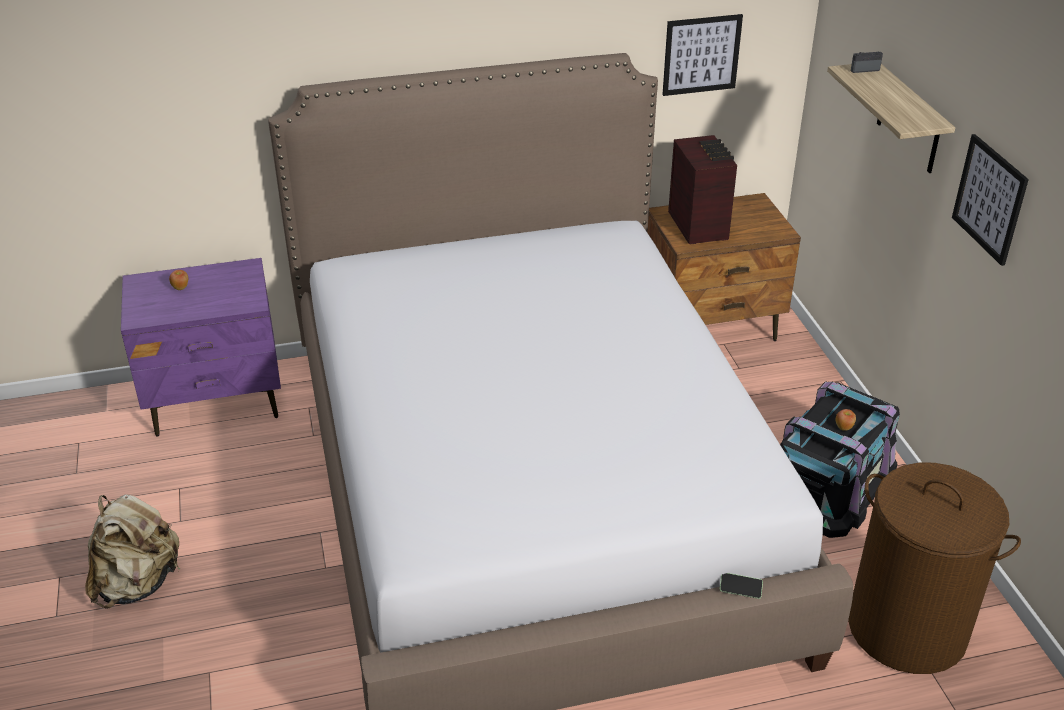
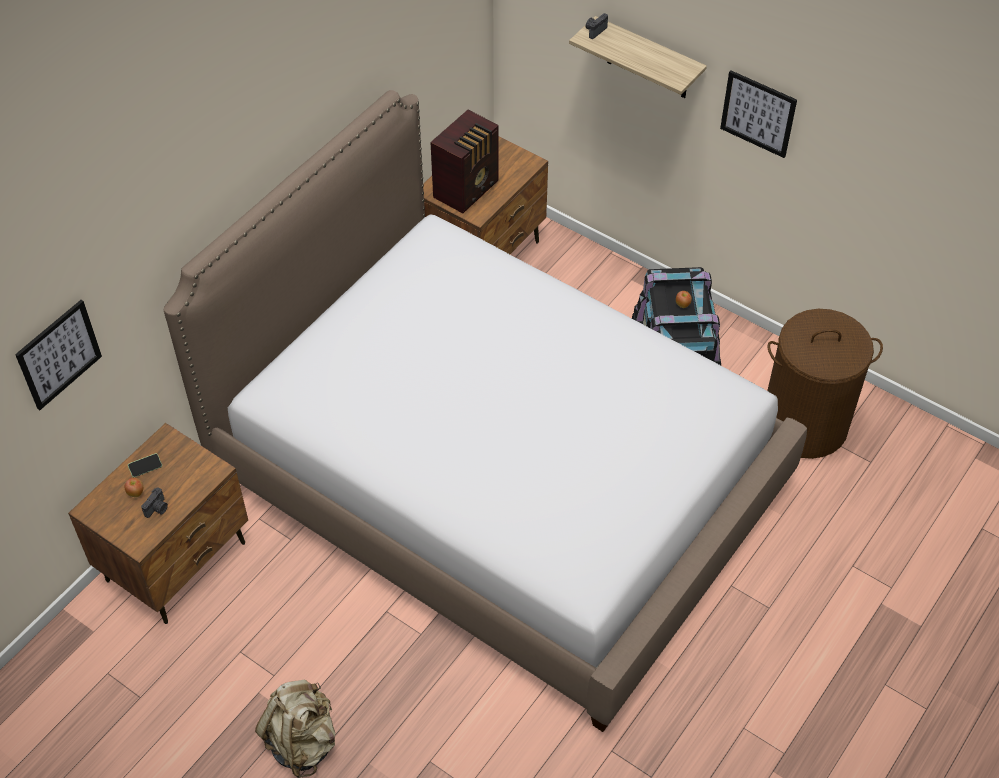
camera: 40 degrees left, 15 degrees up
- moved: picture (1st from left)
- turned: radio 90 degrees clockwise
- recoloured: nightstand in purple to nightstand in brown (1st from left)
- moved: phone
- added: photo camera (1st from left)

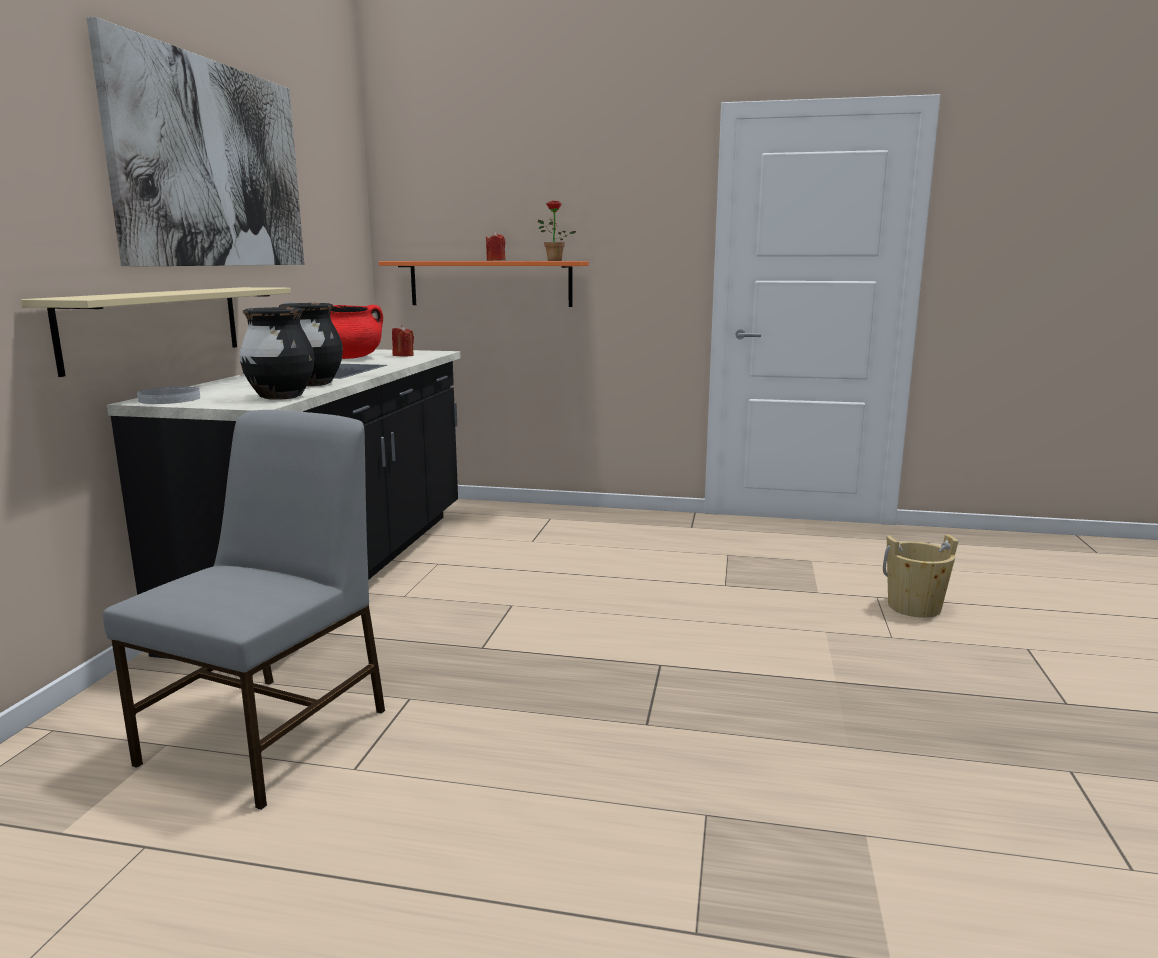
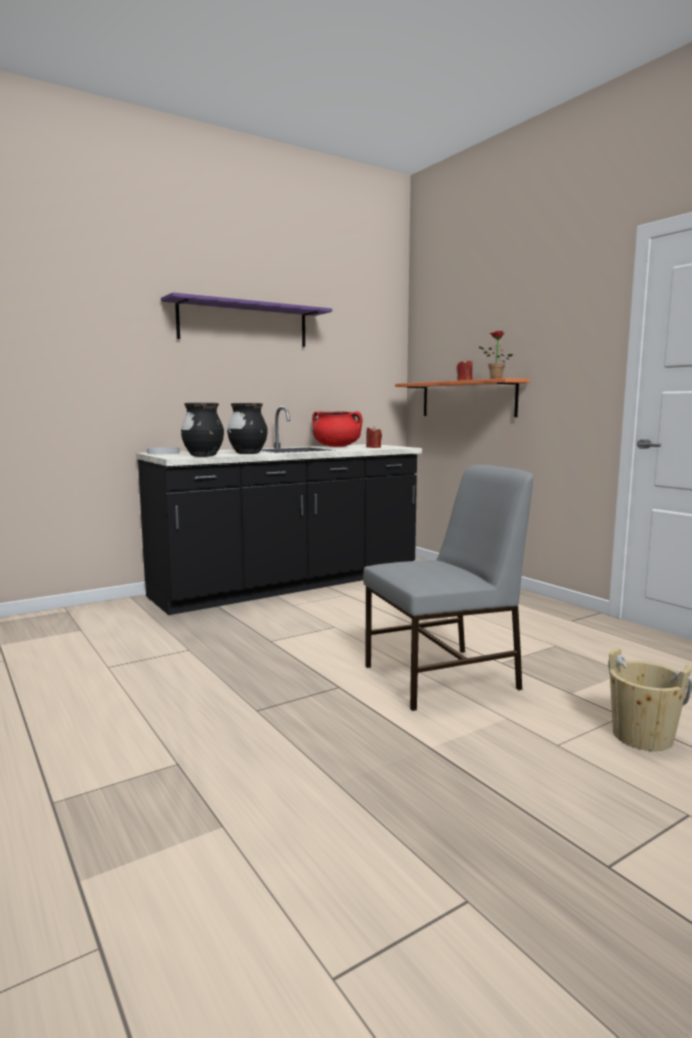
camera: 45 degrees right, 5 degrees down
- replaced: picture to shelf in purple
- removed: shelf in beige
- moved: chair in grey

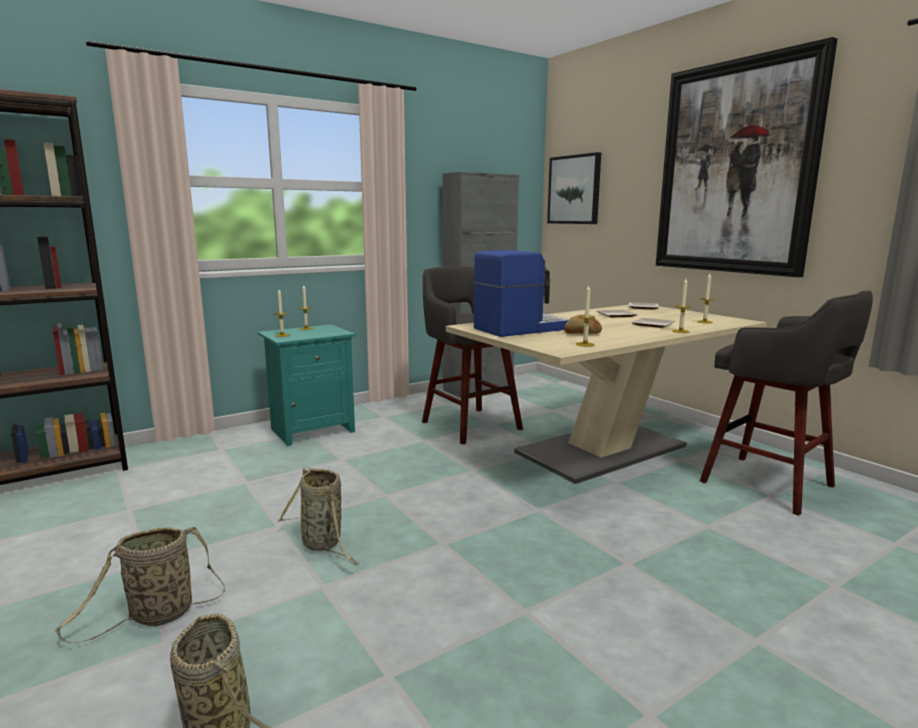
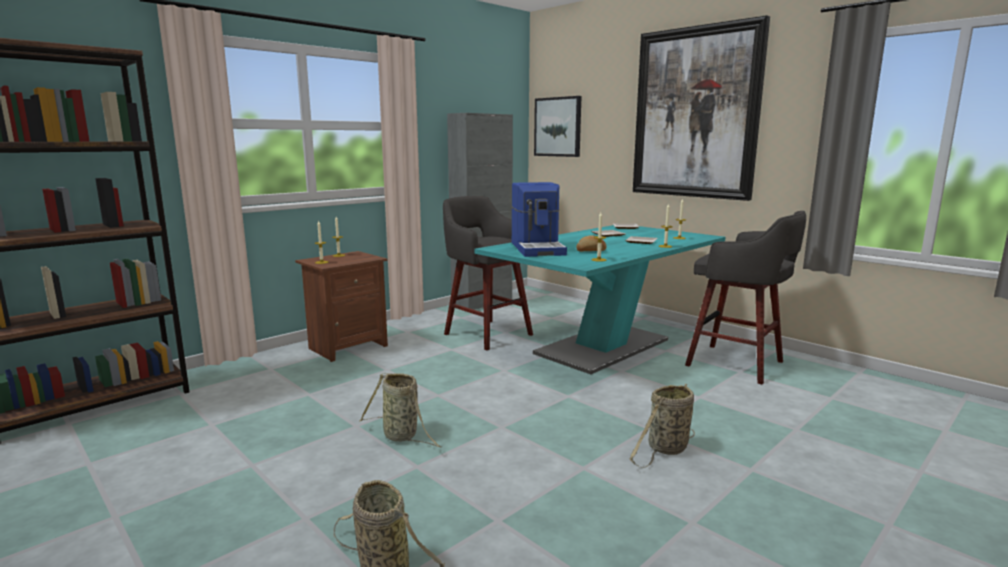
camera: 10 degrees left, 0 degrees up
- turned: coffee machine 120 degrees clockwise
- recoloured: dining table in beige to dining table in turquoise
- recoloured: nightstand in turquoise to nightstand in brown
- moved: basket (1st from left in the first image) to basket (3rd from left)

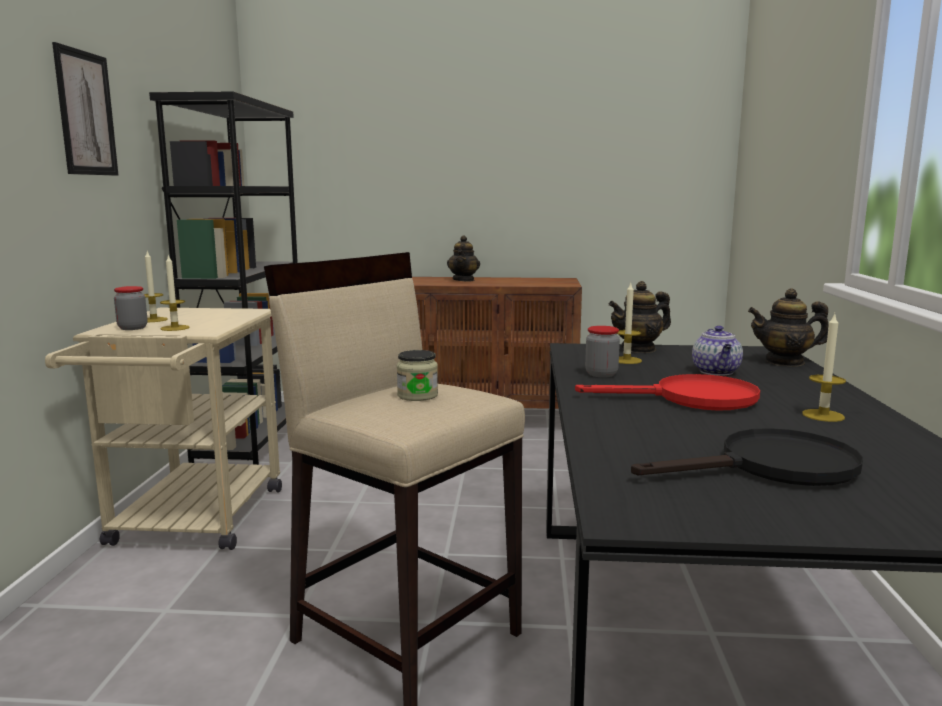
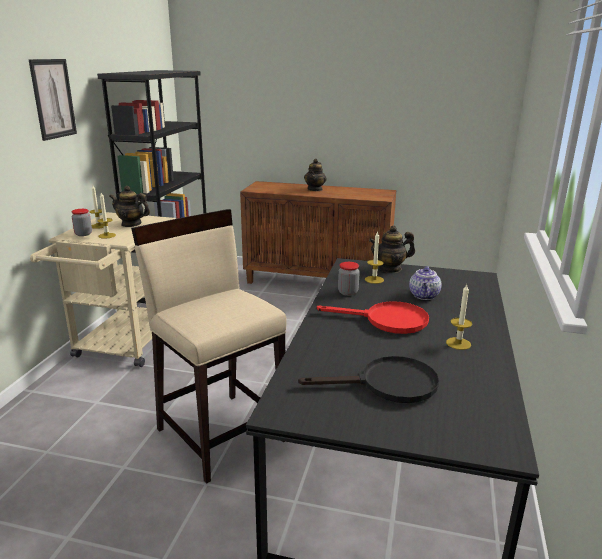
camera: 10 degrees right, 10 degrees up
- moved: teapot (4th from left in the first image) to teapot (1st from left)
- removed: jar (2nd from left)

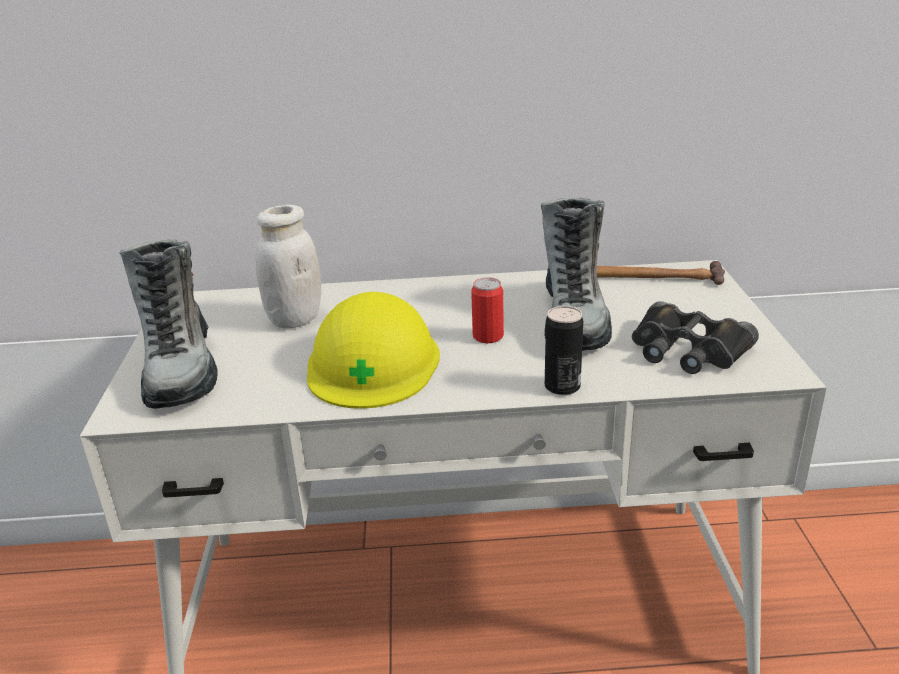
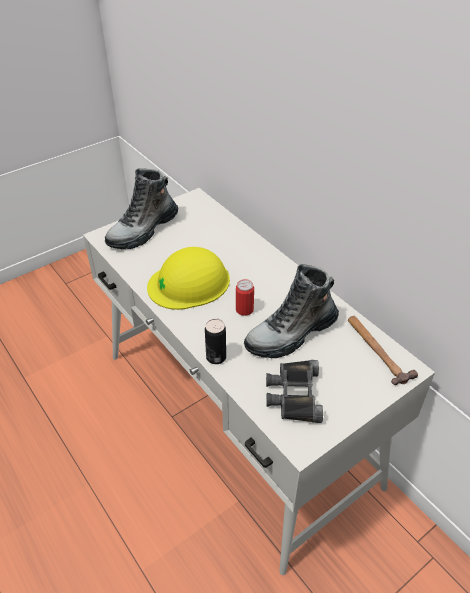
camera: 55 degrees right, 15 degrees up
- removed: jar in white

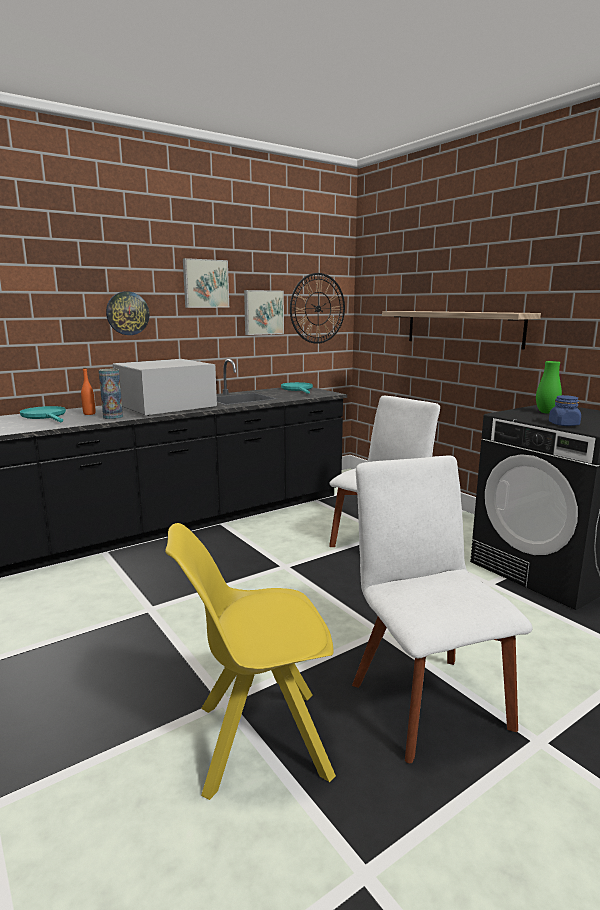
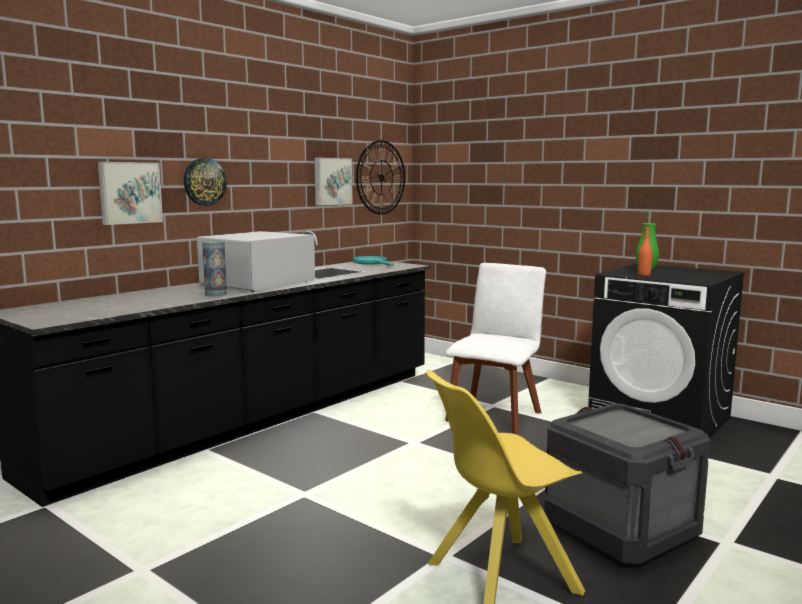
camera: 15 degrees left, 5 degrees down
- moved: picture (1st from left)
- removed: shelf
- moved: bottle in orange
- removed: jar in blue
- removed: frying pan in turquoise (1st from left)
- replaced: chair in white (2nd from left) to crate

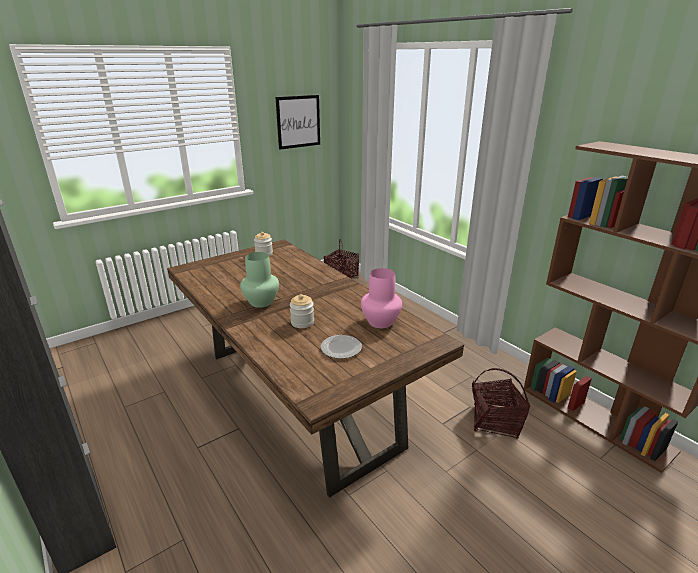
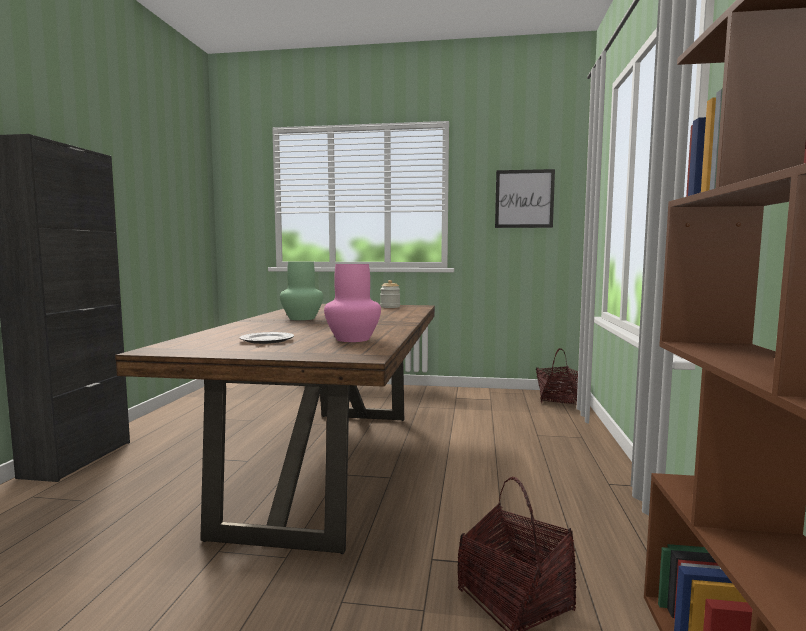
camera: 45 degrees right, 20 degrees down
- removed: jar (2nd from left)

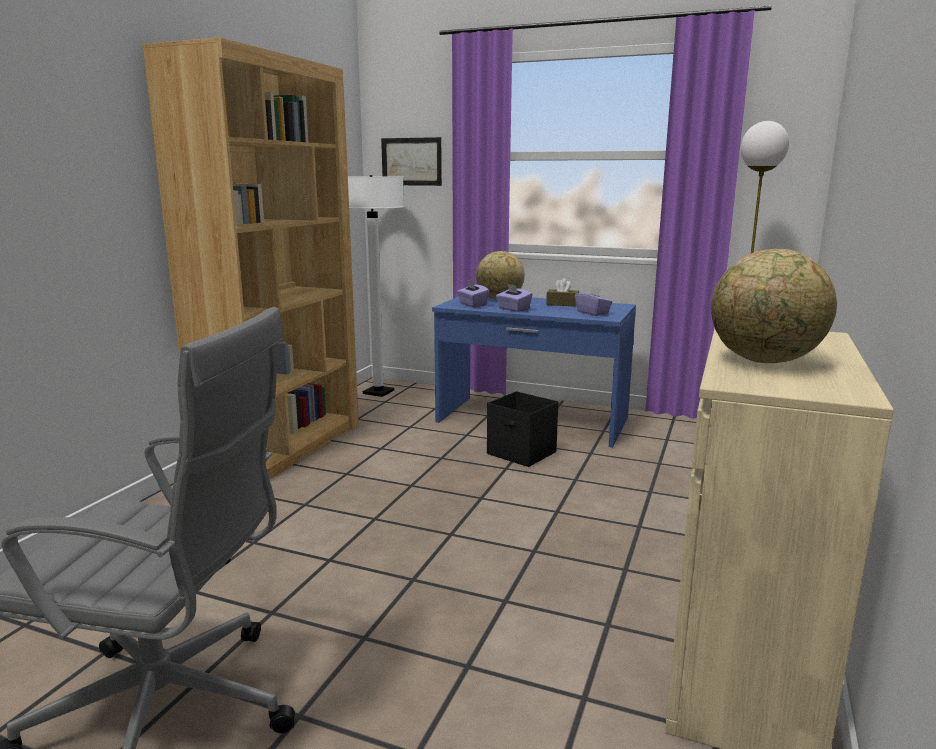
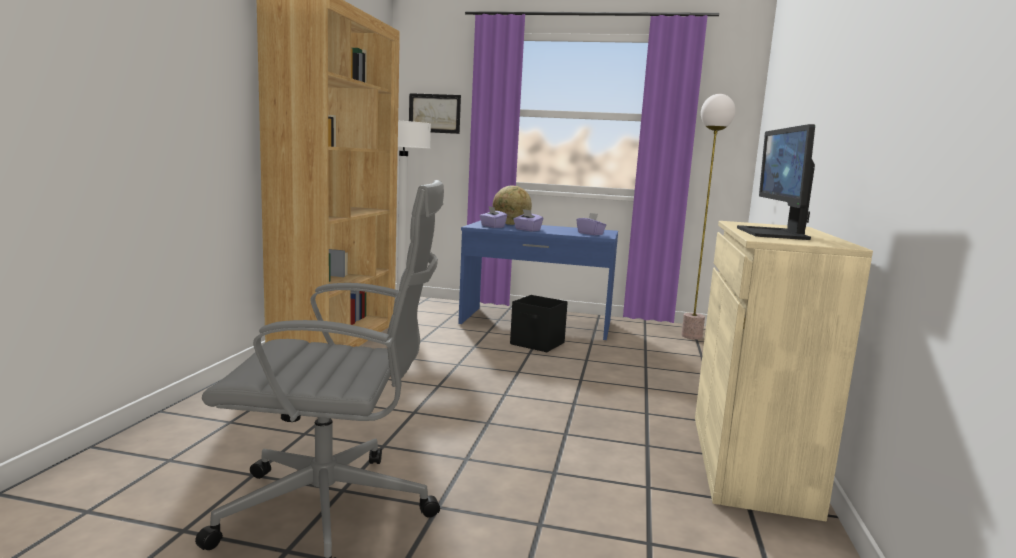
camera: 10 degrees left, 5 degrees down
- replaced: globe (2nd from left) to monitor
- removed: tissue box in brown

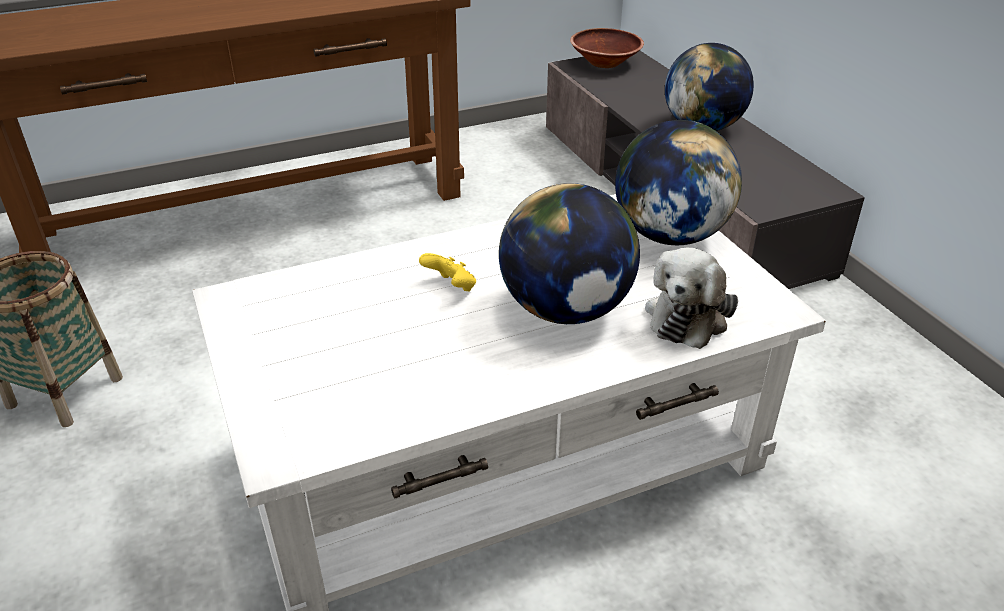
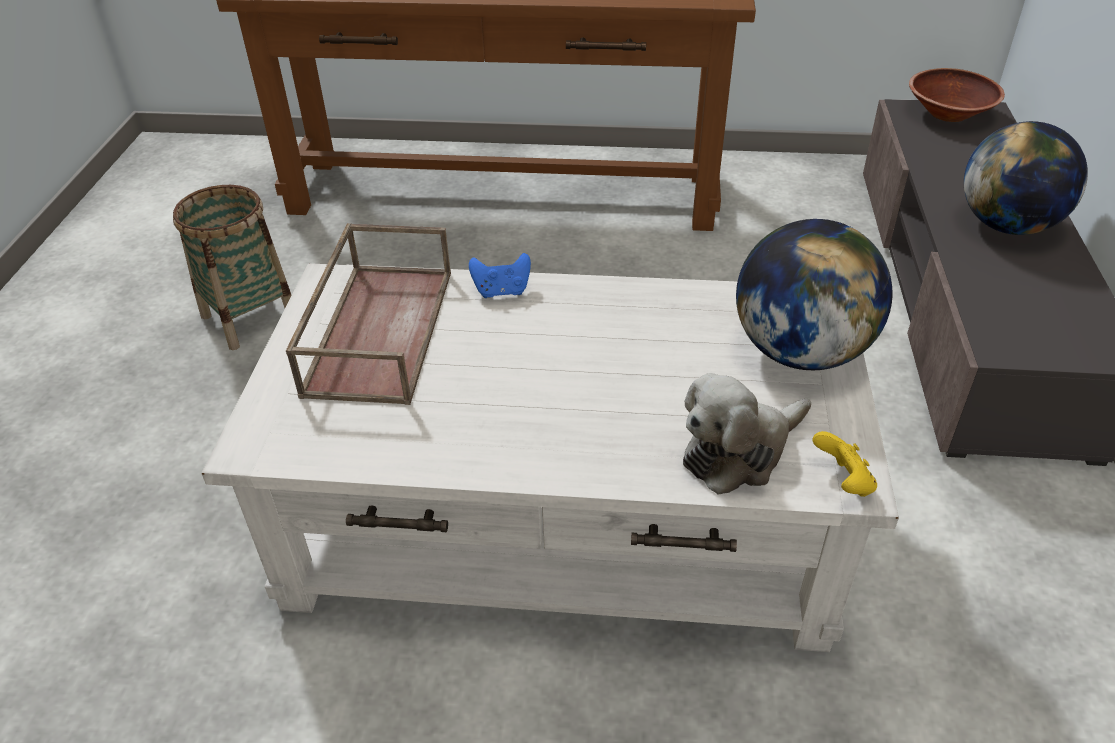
camera: 30 degrees right, 5 degrees up
- removed: globe (1st from left)
- moved: game controller in yellow
- added: tray in brown
- added: game controller in blue

